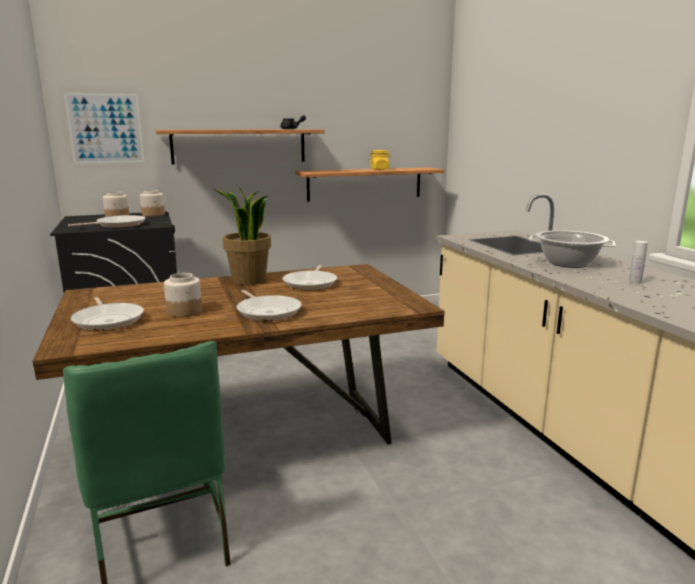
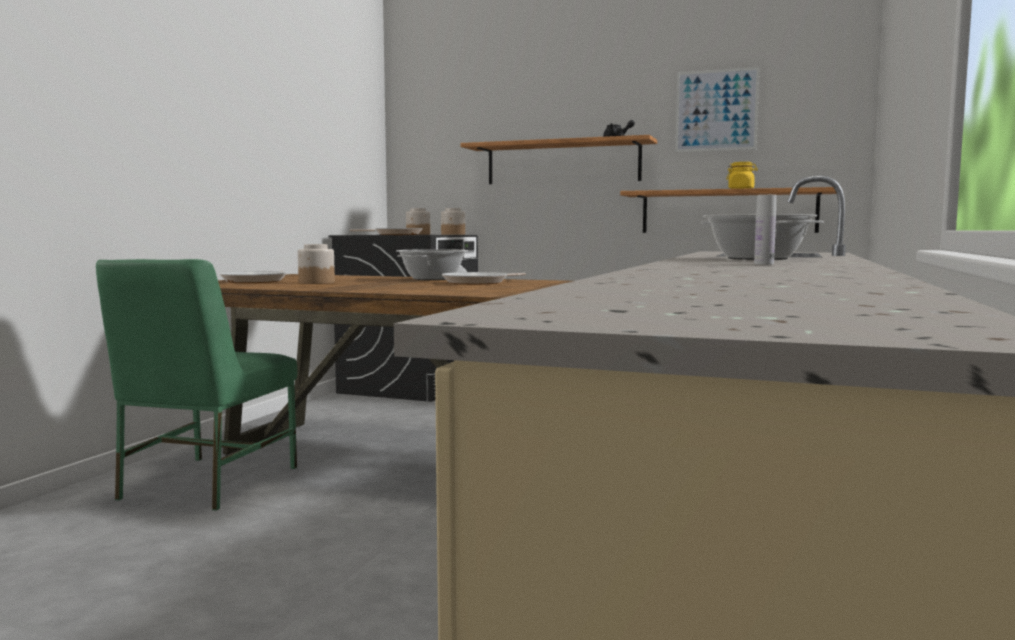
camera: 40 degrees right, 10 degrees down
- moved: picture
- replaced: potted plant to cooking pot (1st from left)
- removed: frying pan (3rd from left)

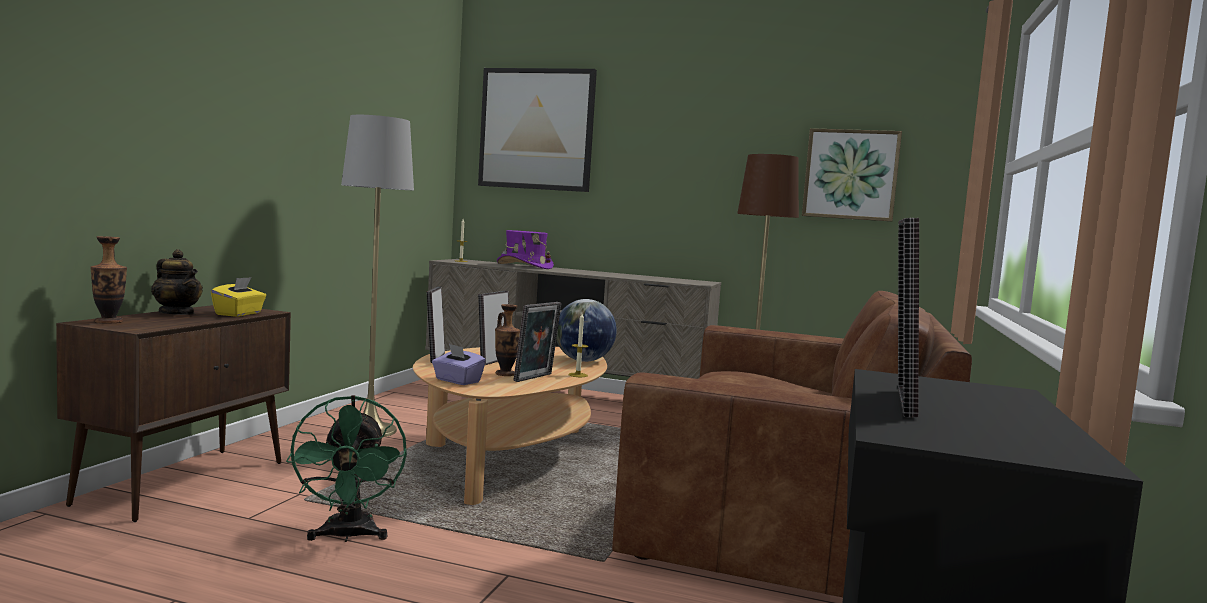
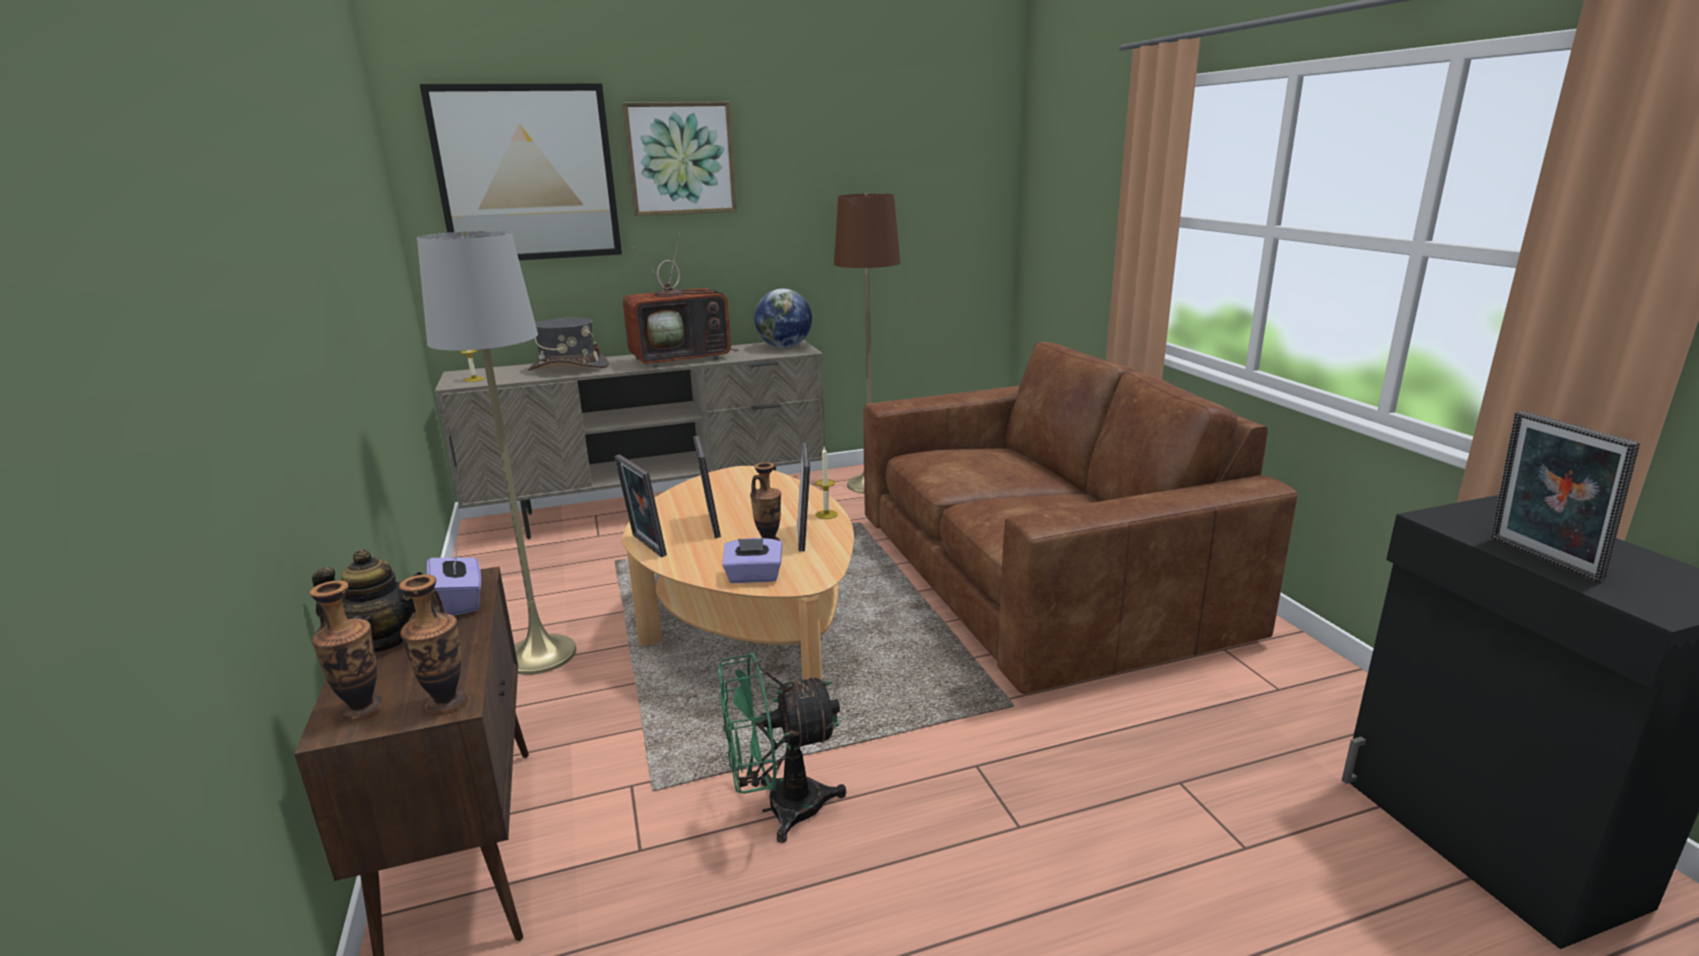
camera: 35 degrees left, 15 degrees up
- moved: picture (2nd from left)
- recoloured: hat in purple to hat in grey
- recoloured: tissue box in yellow to tissue box in purple (1st from left)
- moved: globe
- turned: fan in green 120 degrees clockwise
- added: television
- added: vase (2nd from left)

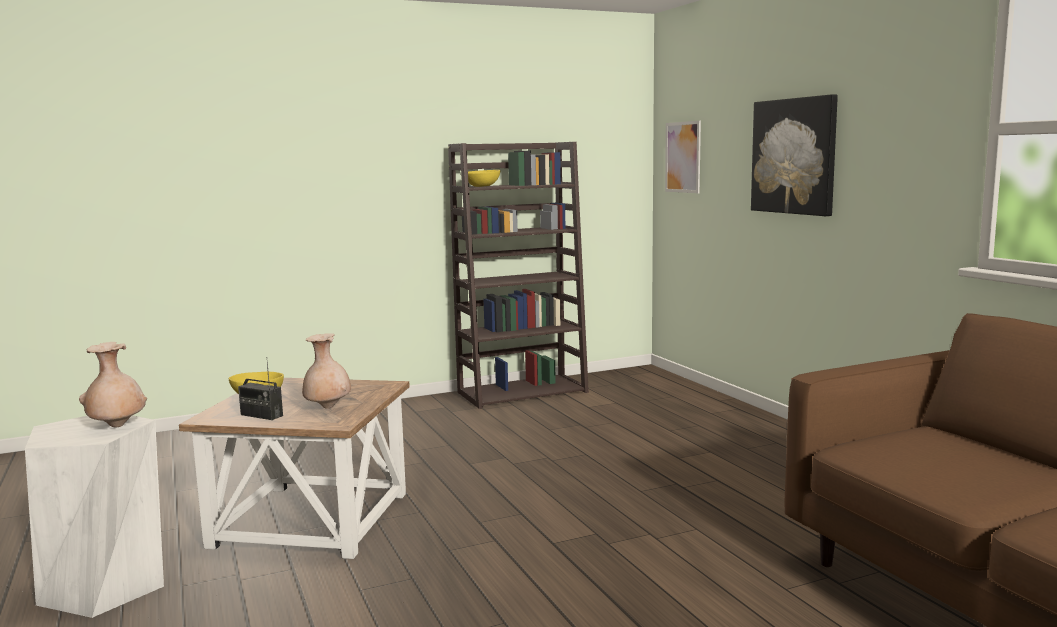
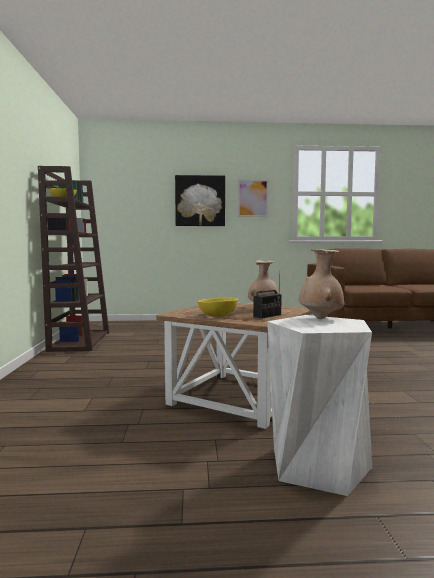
camera: 70 degrees left, 5 degrees down
- moved: picture (1st from left in the first image) to picture (2nd from left)

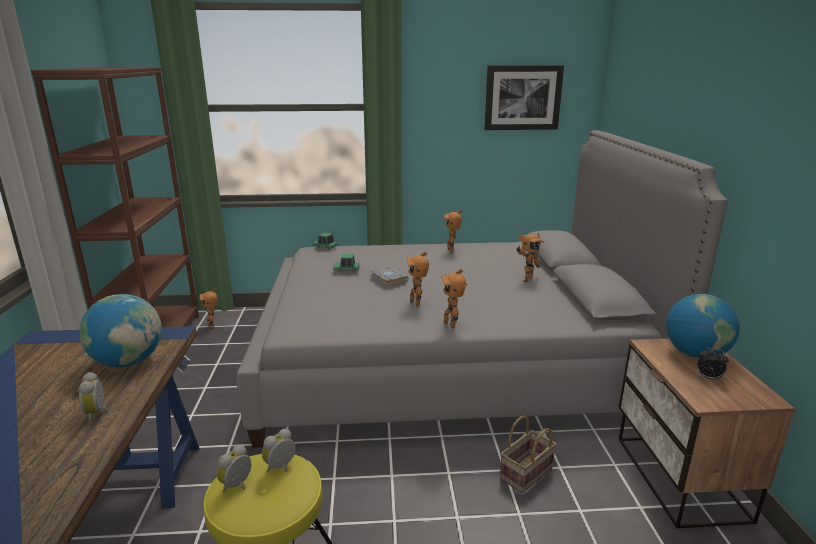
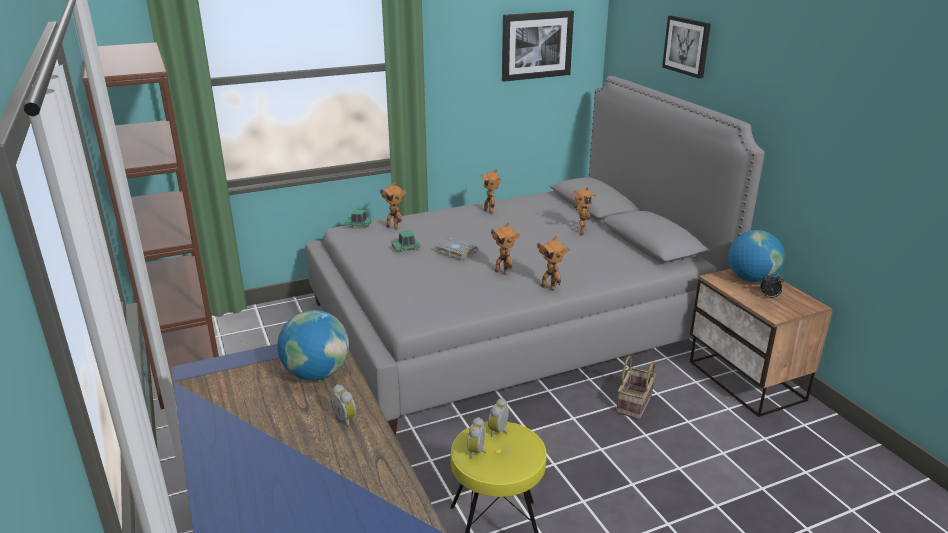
camera: 20 degrees left, 5 degrees up
- moved: toy robot (1st from left)
- added: picture (2nd from left)

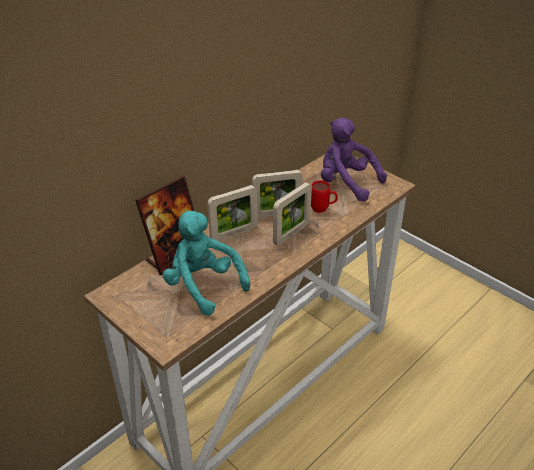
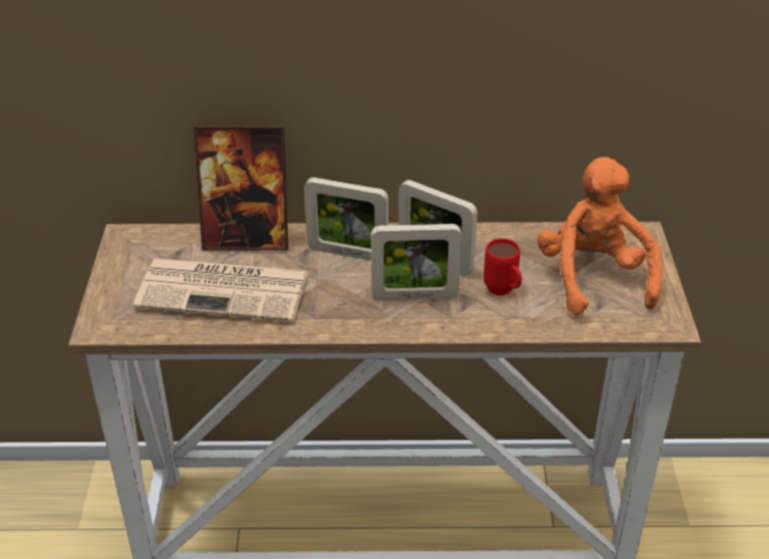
camera: 45 degrees right, 0 degrees up
- recoloured: plush toy in purple to plush toy in orange
- replaced: plush toy in turquoise to newspaper

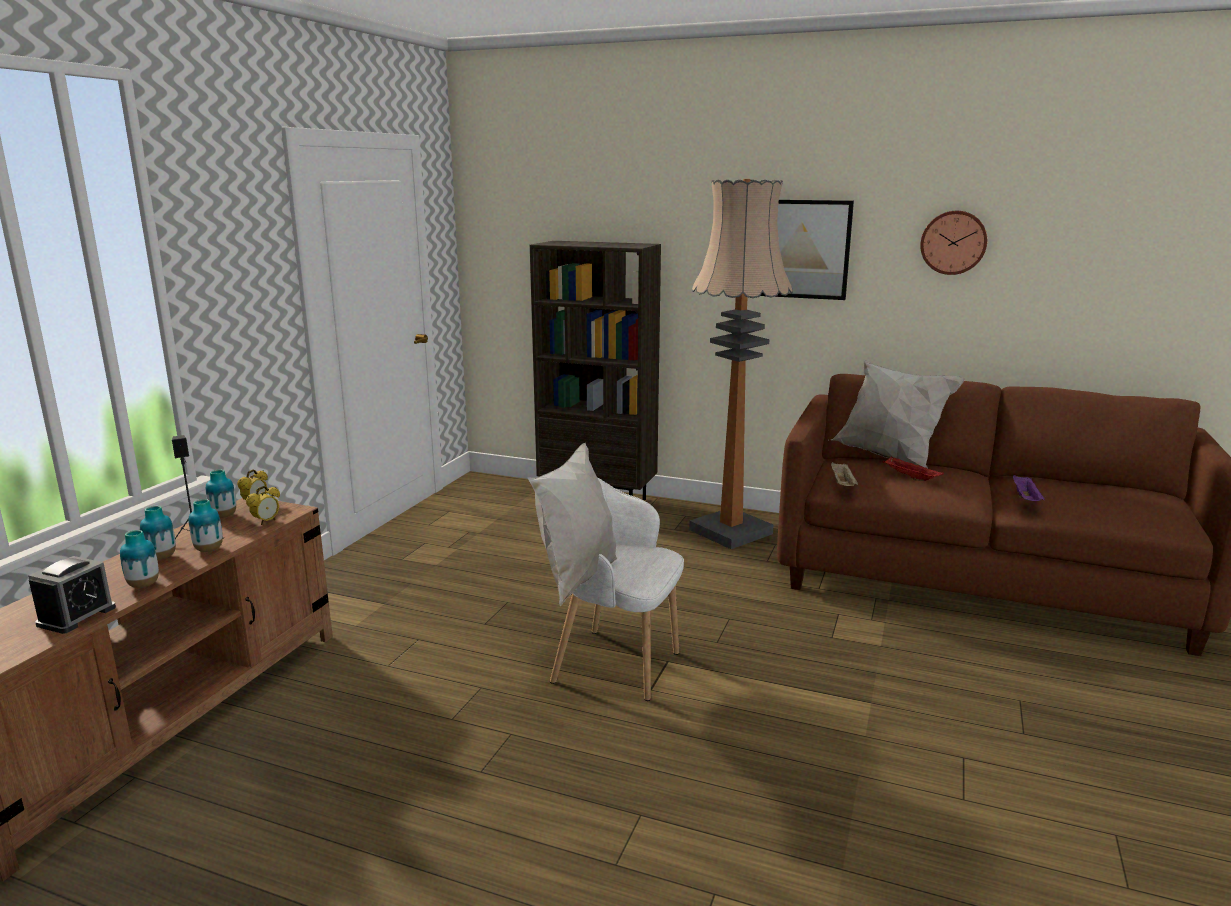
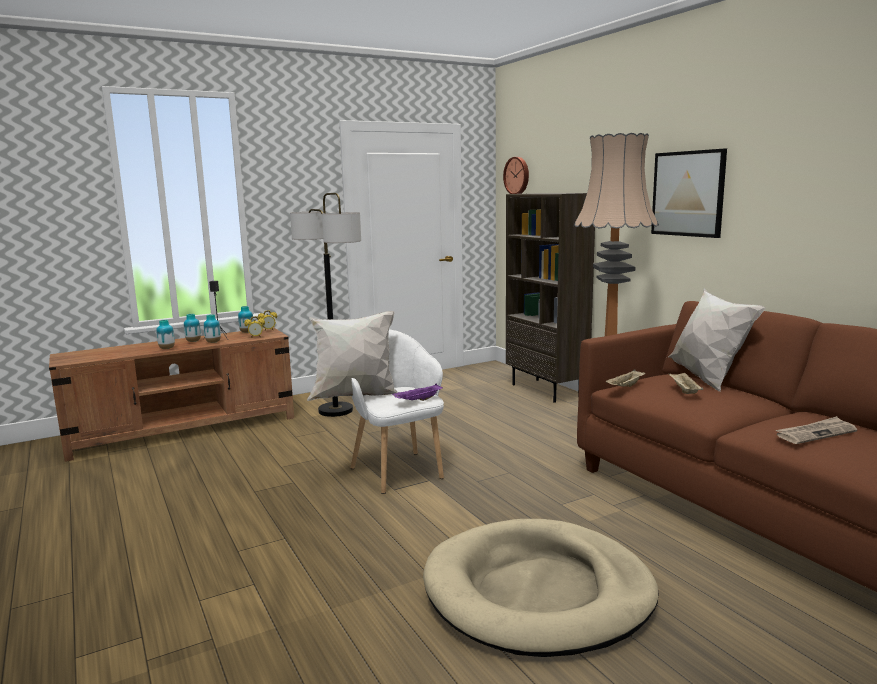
camera: 40 degrees right, 5 degrees down
- moved: wall clock
- recoloured: tray in red to tray in beige (2nd from left)
- moved: tray in purple
- removed: alarm clock (1st from left)
- added: floor lamp (1st from left)
- added: newspaper
- added: dog bed in beige

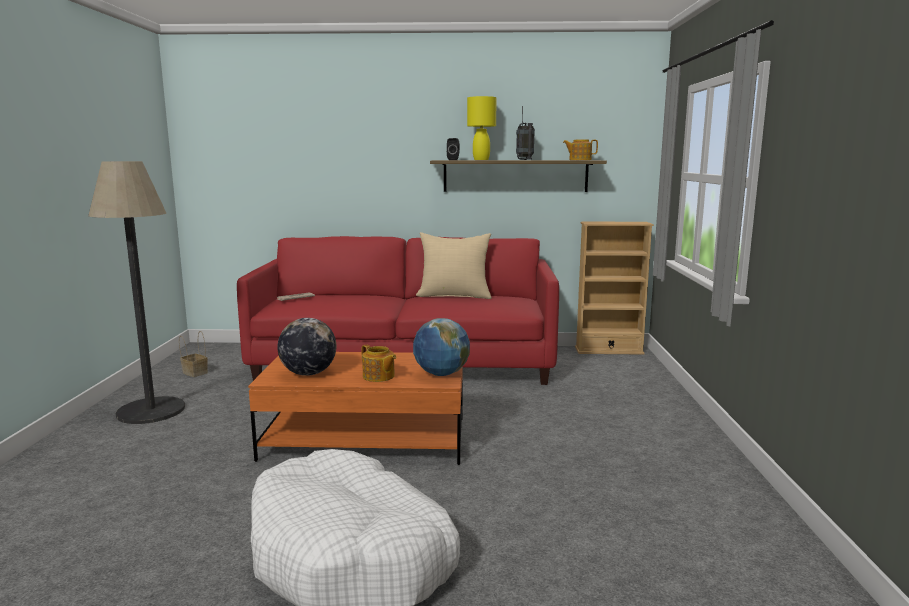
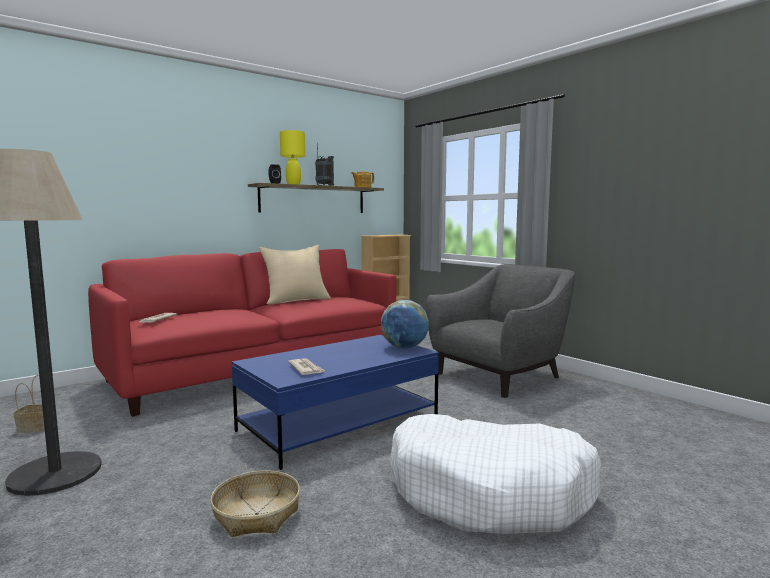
camera: 40 degrees left, 5 degrees down
- replaced: globe (1st from left) to newspaper (2nd from left)
- removed: teapot (1st from left)
- recoloured: coffee table in orange to coffee table in blue
- added: armchair in grey
- added: basket (2nd from left)

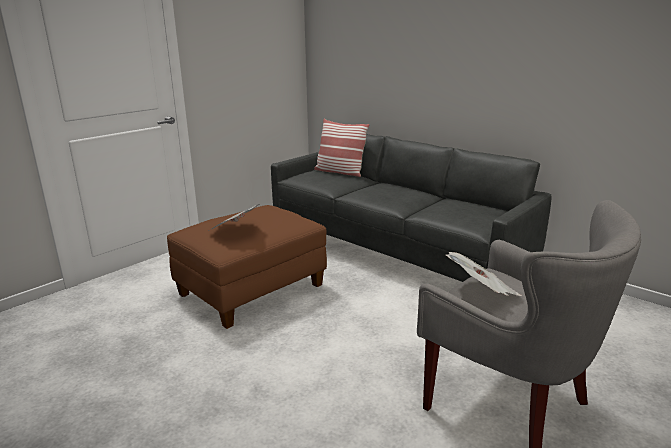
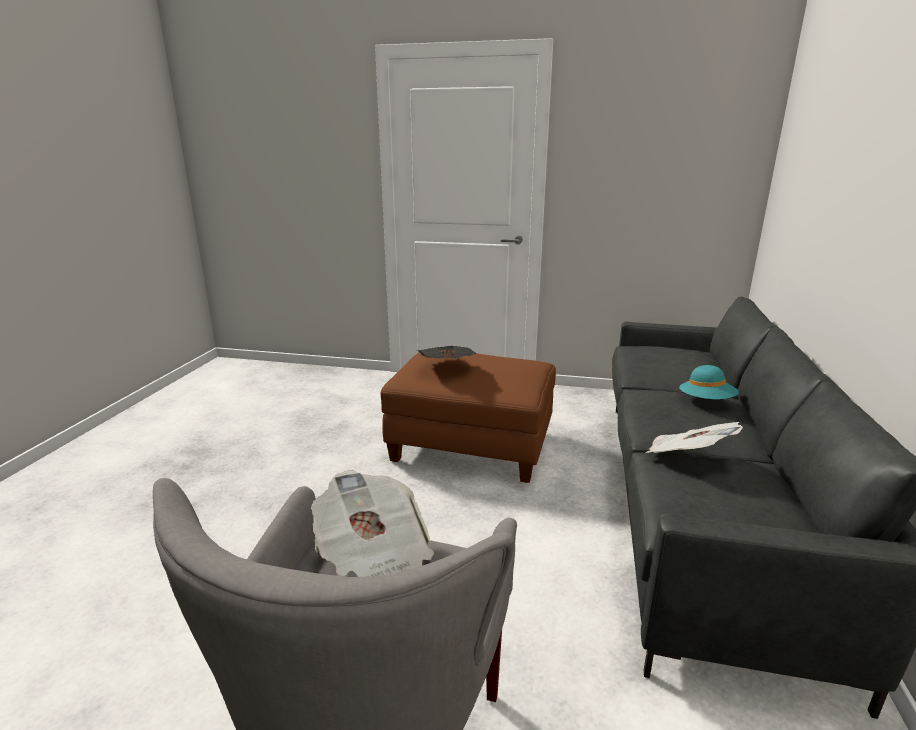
camera: 60 degrees right, 0 degrees up
- removed: pillow
- added: hat in turquoise
- added: newspaper (3rd from left)

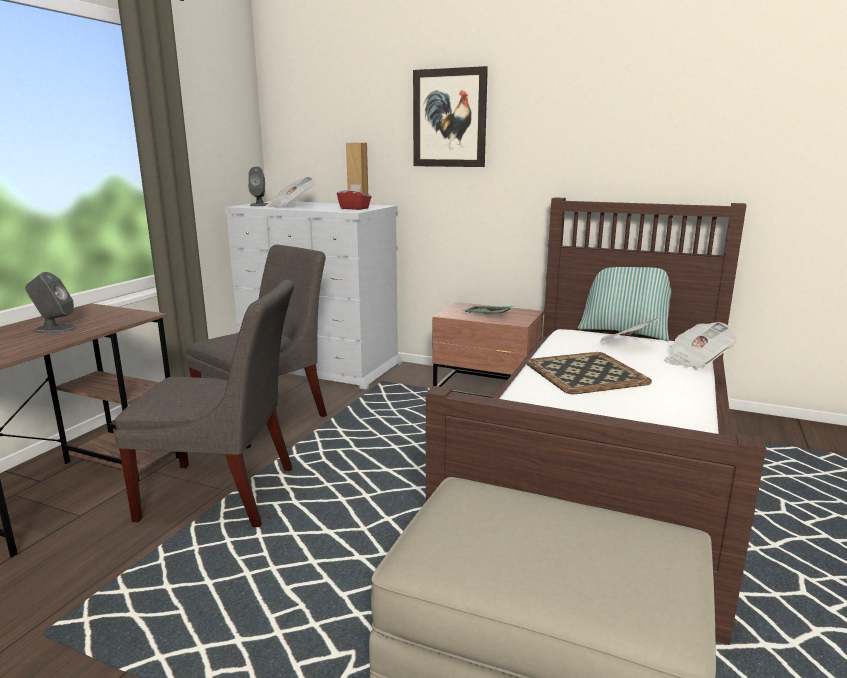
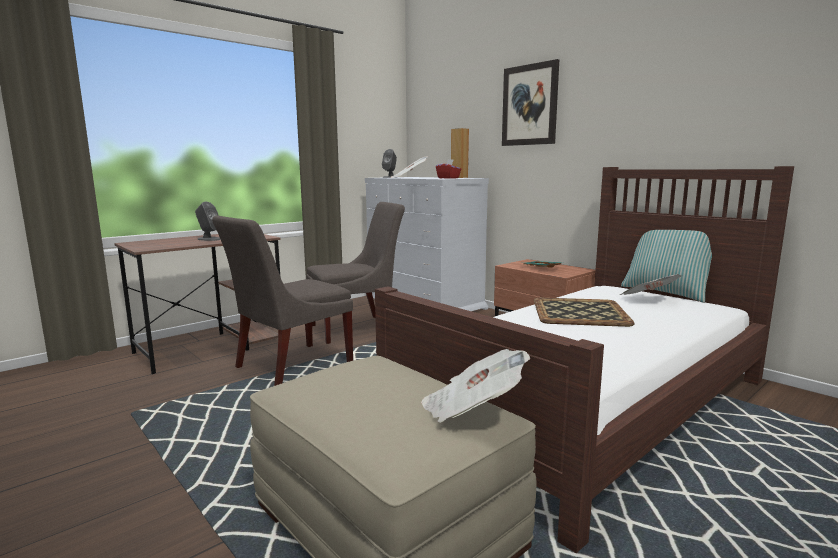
camera: 25 degrees right, 5 degrees down
- turned: chair in grey (1st from left) 105 degrees clockwise
- moved: newspaper (3rd from left in the first image) to newspaper (2nd from left)

